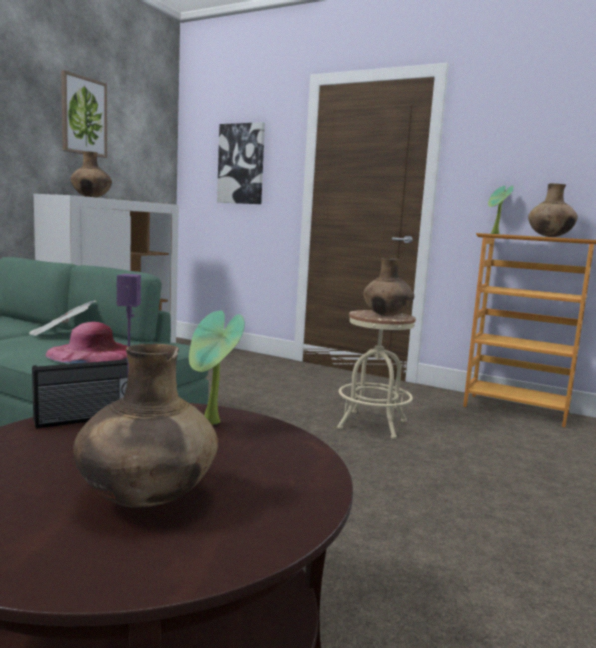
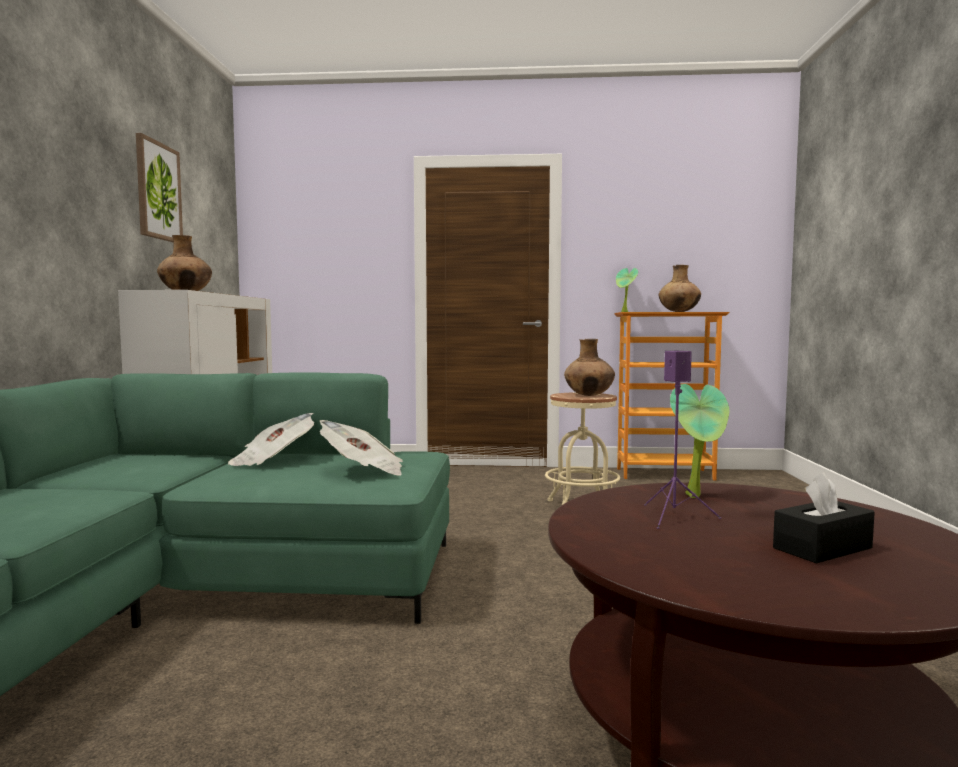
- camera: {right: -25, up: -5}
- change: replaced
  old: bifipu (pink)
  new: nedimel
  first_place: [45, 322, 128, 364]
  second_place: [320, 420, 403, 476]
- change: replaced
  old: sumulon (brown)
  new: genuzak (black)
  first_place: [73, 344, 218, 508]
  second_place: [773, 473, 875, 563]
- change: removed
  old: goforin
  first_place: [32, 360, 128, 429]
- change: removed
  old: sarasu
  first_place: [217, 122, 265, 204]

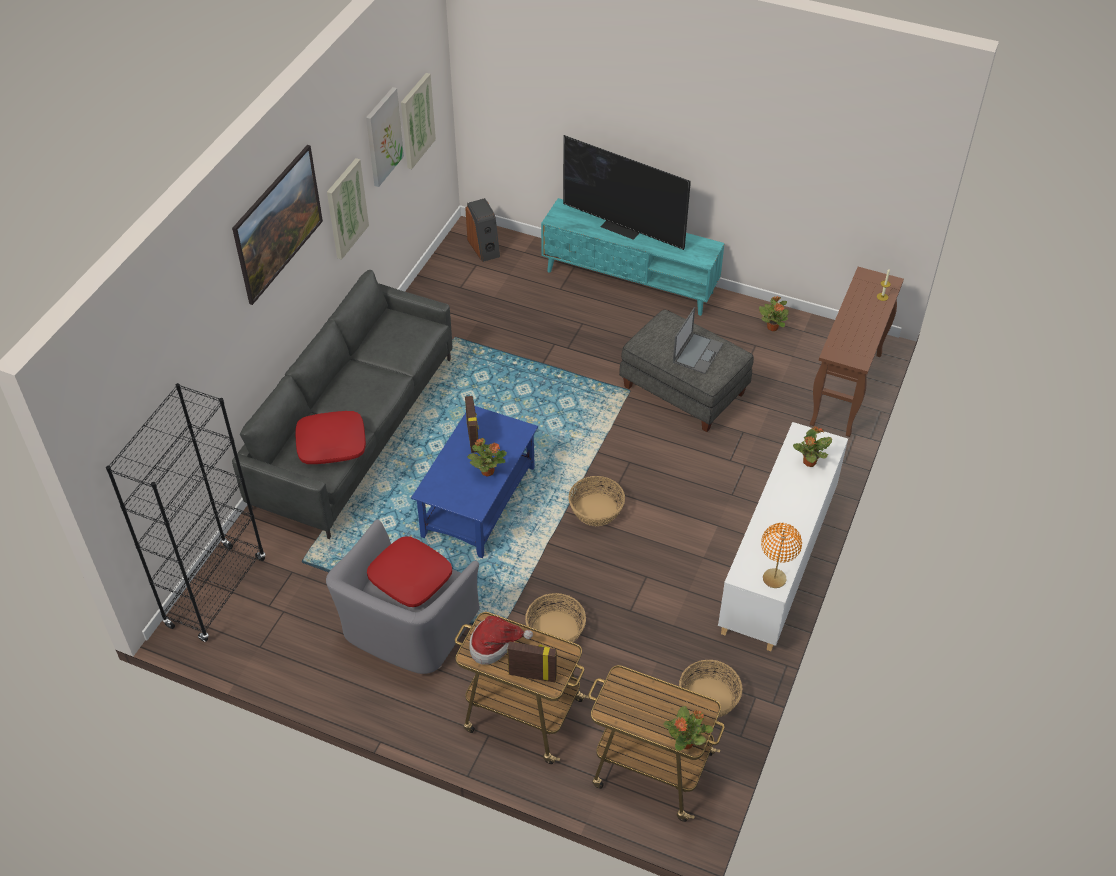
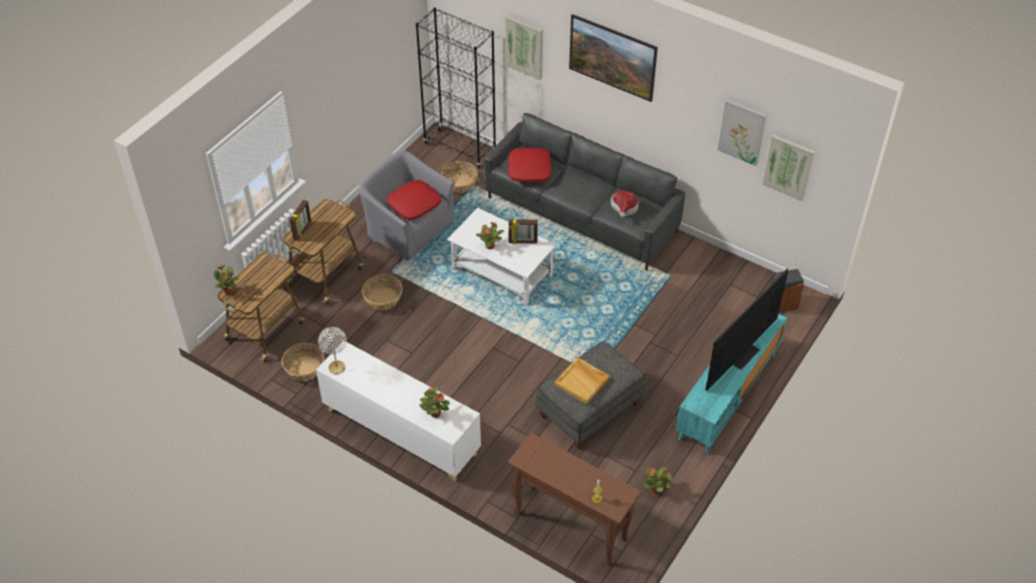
- camera: {right: 100, up: 0}
- change: recoloured
  old: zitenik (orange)
  new: zitenik (white)
  first_place: [761, 523, 802, 588]
  second_place: [318, 327, 347, 374]
- change: moved
  old: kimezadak
  first_place: [569, 476, 625, 526]
  second_place: [441, 161, 478, 193]
- change: recoloured
  old: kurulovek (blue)
  new: kurulovek (white)
  first_place: [411, 406, 538, 558]
  second_place: [447, 208, 556, 306]
- change: moved
  old: sarasu
  first_place: [327, 158, 369, 260]
  second_place: [505, 16, 543, 80]
- change: replaced
  old: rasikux
  new: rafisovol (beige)
  first_place: [673, 307, 723, 374]
  second_place: [554, 357, 610, 404]
- change: moved
  old: bifipu
  first_place: [469, 616, 533, 665]
  second_place: [611, 190, 639, 218]

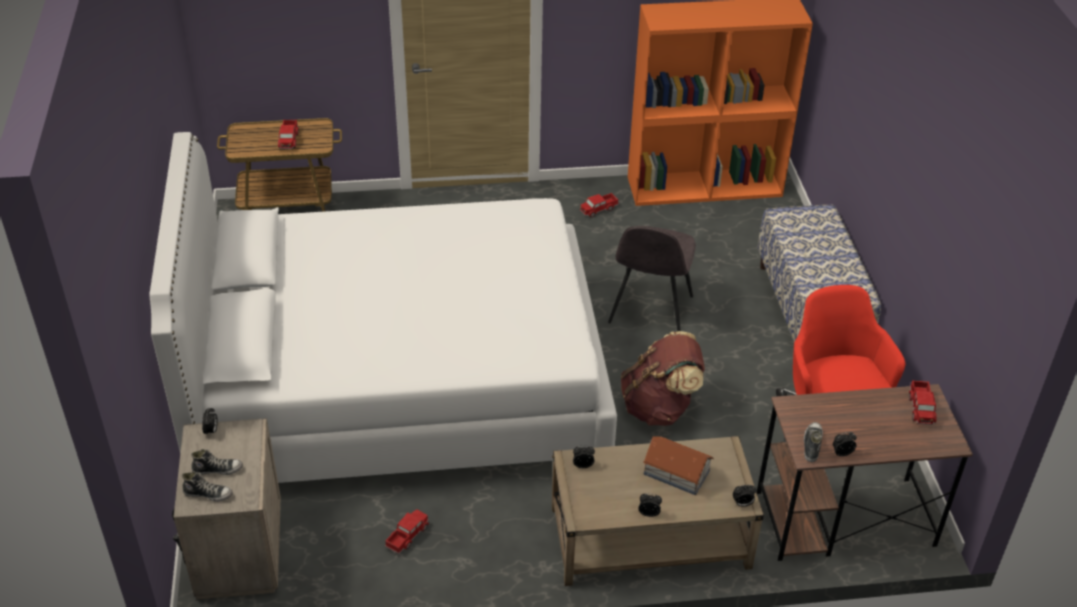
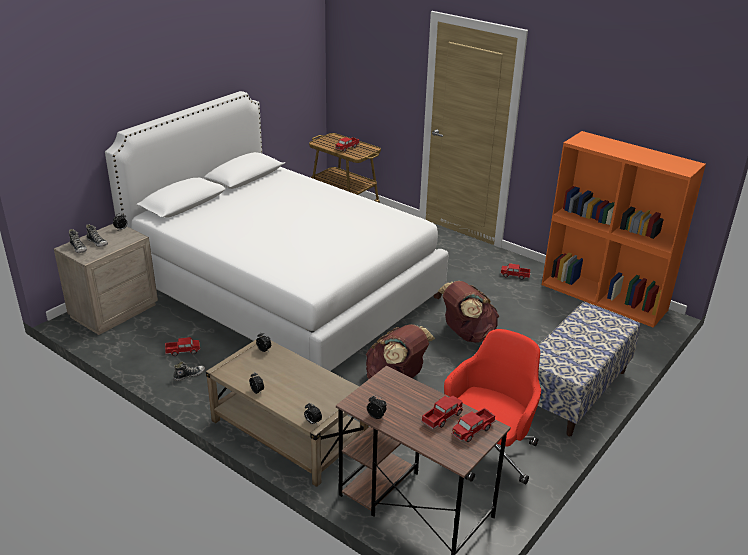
- camera: {right: 45, up: -10}
- change: moved
  old: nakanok
  first_place: [804, 422, 823, 462]
  second_place: [173, 362, 205, 381]
- change: added
  new: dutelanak
  second_place: [421, 396, 463, 430]
- change: replaced
  old: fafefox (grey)
  new: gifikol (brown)
  first_place: [608, 226, 696, 332]
  second_place: [438, 281, 499, 343]
- change: removed
  old: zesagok
  first_place: [643, 436, 714, 495]

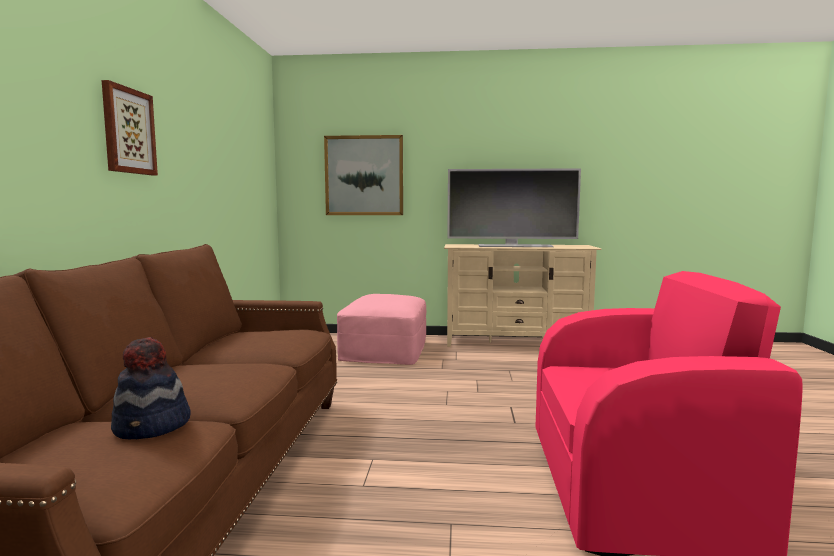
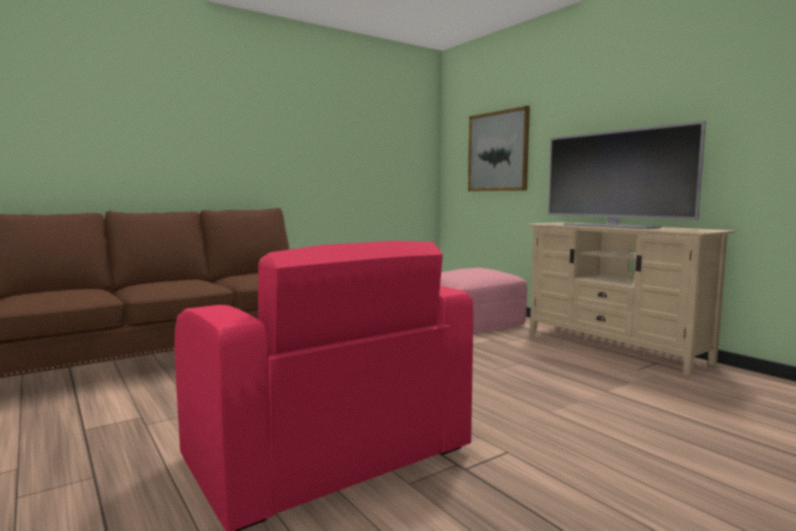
- camera: {right: 50, up: 0}
- change: removed
  old: sarasu
  first_place: [102, 80, 158, 175]
- change: removed
  old: bifipu
  first_place: [111, 337, 191, 439]

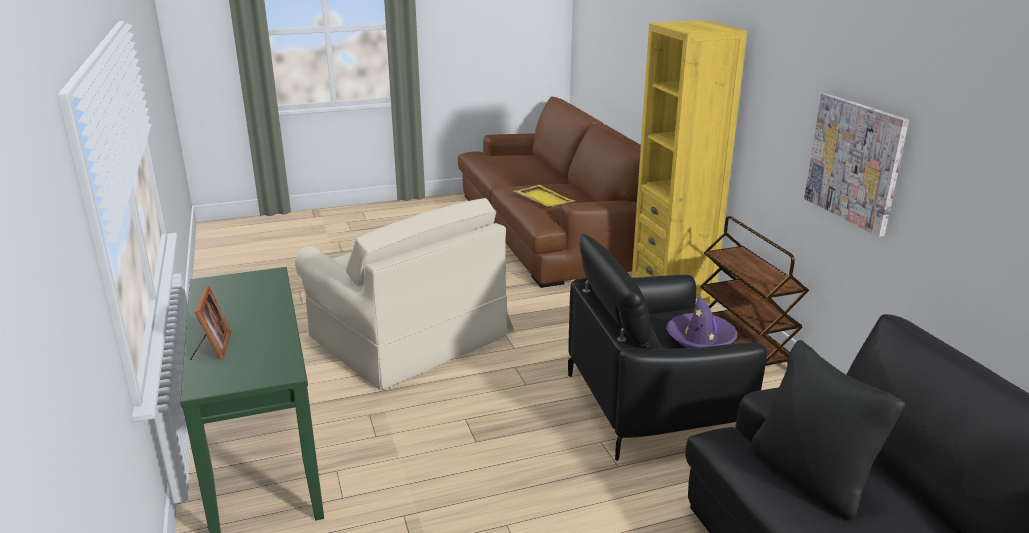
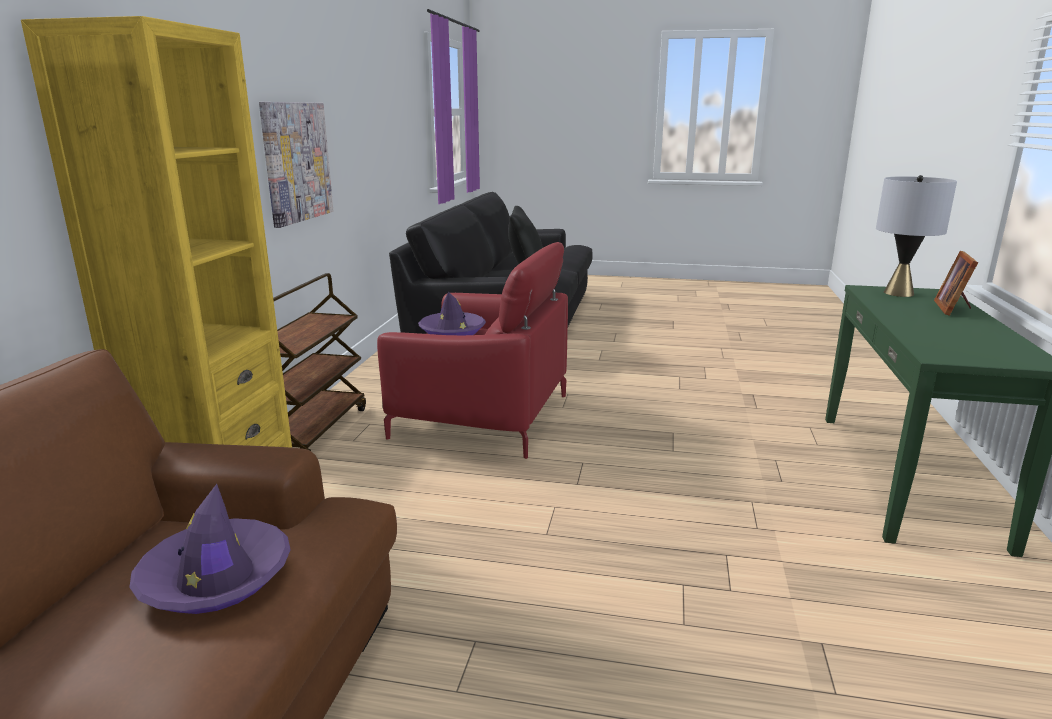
- camera: {right: -150, up: -5}
- change: replaced
  old: rafisovol (yellow)
  new: bifipu (purple)
  first_place: [514, 185, 575, 208]
  second_place: [129, 484, 291, 614]
- change: recoloured
  old: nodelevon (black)
  new: nodelevon (red)
  first_place: [568, 233, 767, 461]
  second_place: [377, 242, 568, 459]
- change: added
  new: zitenik (grey)
  second_place: [876, 175, 957, 297]
- change: removed
  old: nodelevon (beige)
  first_place: [295, 198, 514, 391]

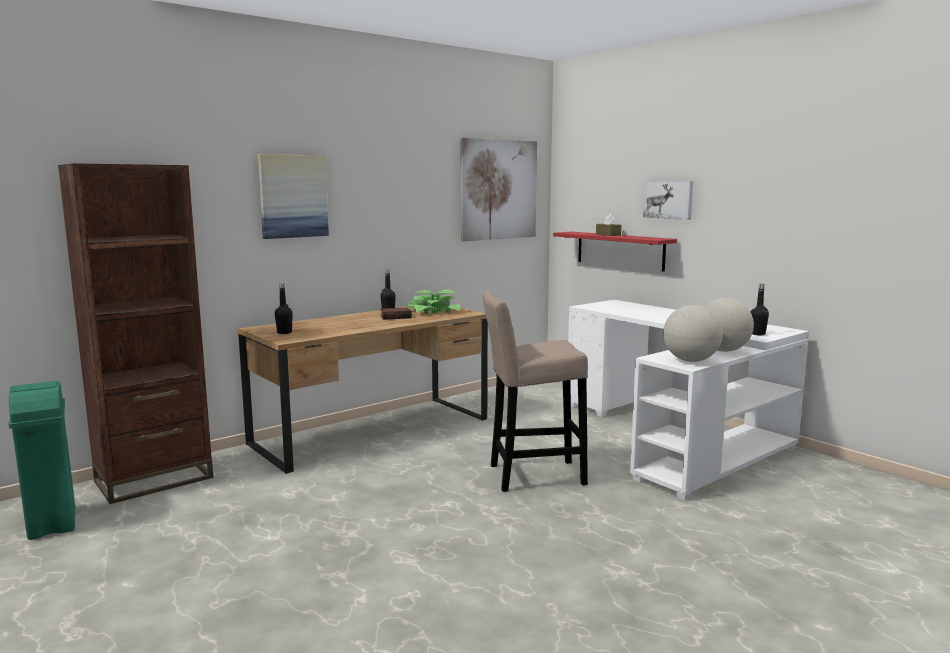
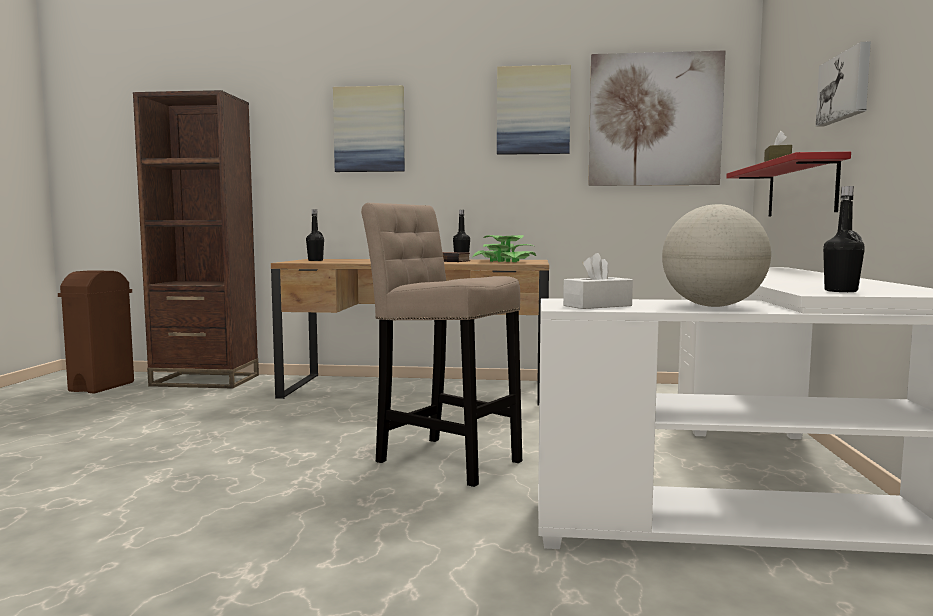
- camera: {right: 45, up: -5}
- change: recoloured
  old: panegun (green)
  new: panegun (brown)
  first_place: [8, 381, 75, 540]
  second_place: [58, 270, 134, 394]
- change: added
  new: sarasu
  second_place: [497, 65, 571, 155]
- change: replaced
  old: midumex
  new: genuzak (white)
  first_place: [663, 305, 723, 362]
  second_place: [563, 253, 633, 309]

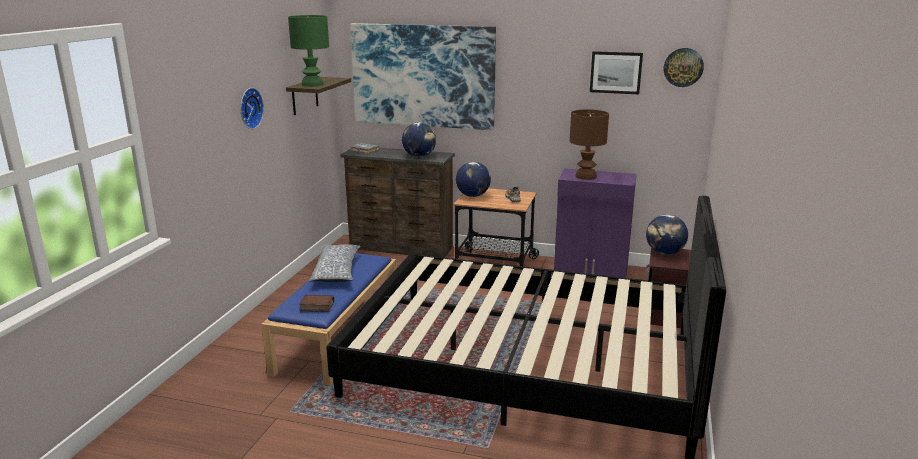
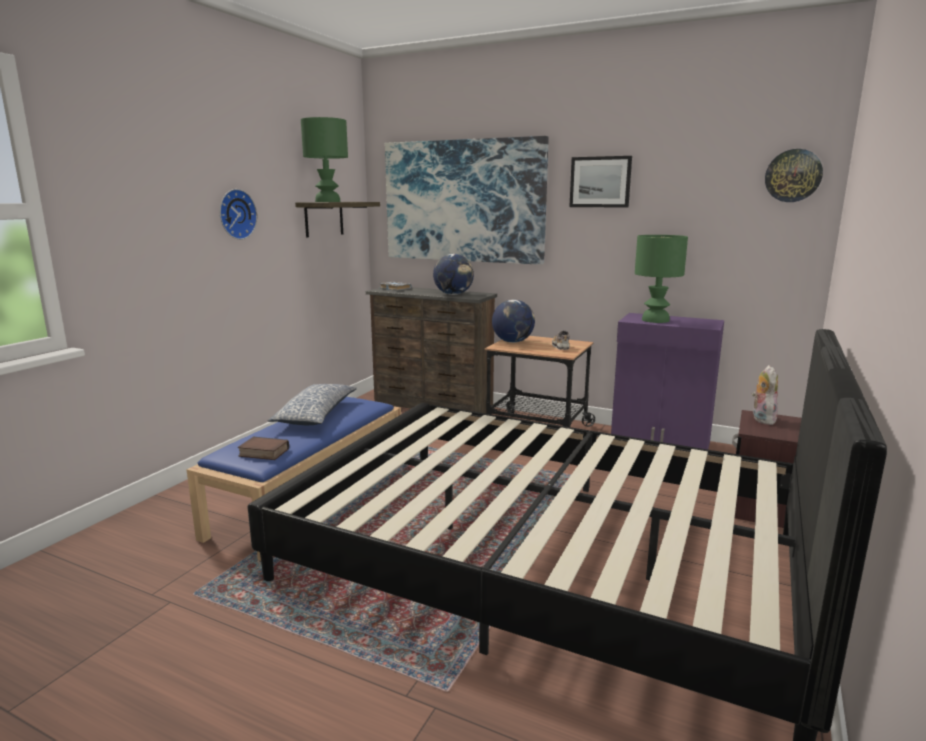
- camera: {right: 10, up: -5}
- change: moved
  old: sarasu
  first_place: [590, 51, 643, 94]
  second_place: [569, 156, 632, 208]
- change: recoloured
  old: zitenik (brown)
  new: zitenik (green)
  first_place: [569, 109, 609, 180]
  second_place: [635, 235, 688, 323]
- change: replaced
  old: midumex
  new: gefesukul
  first_place: [646, 214, 688, 255]
  second_place: [752, 365, 778, 425]

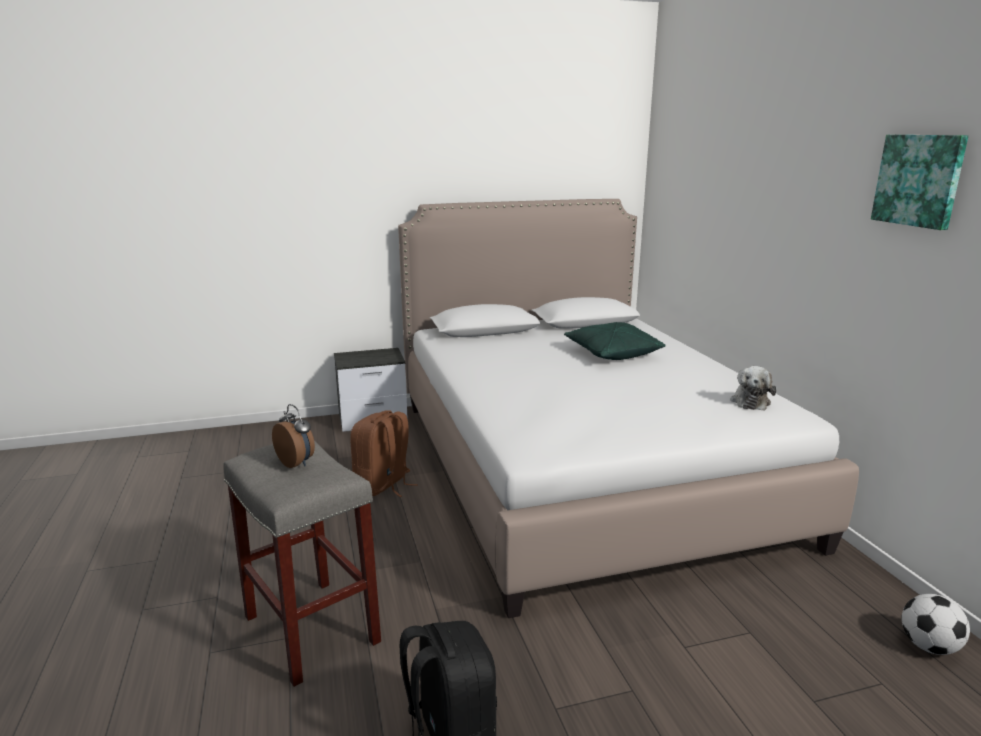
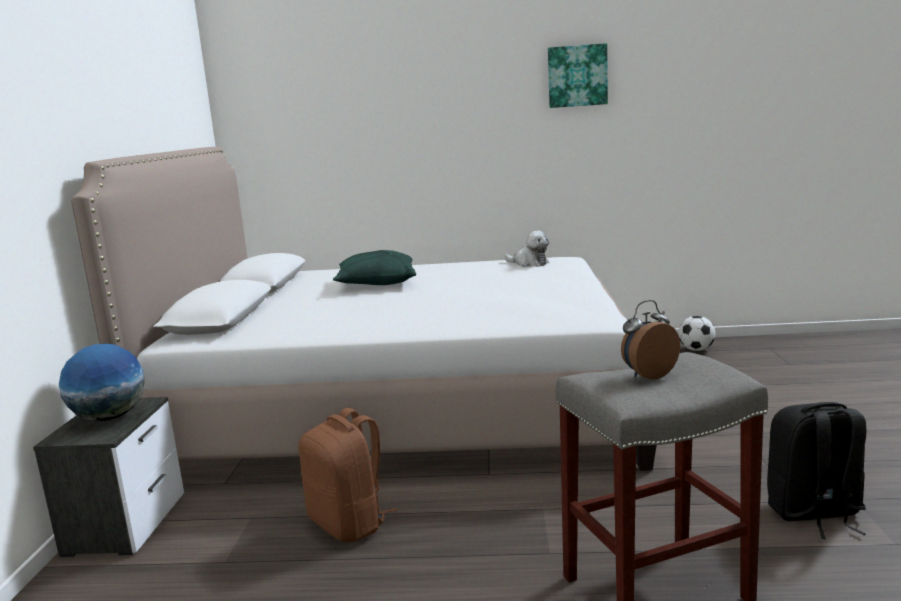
- camera: {right: -70, up: -5}
- change: added
  new: midumex
  second_place: [59, 344, 145, 421]

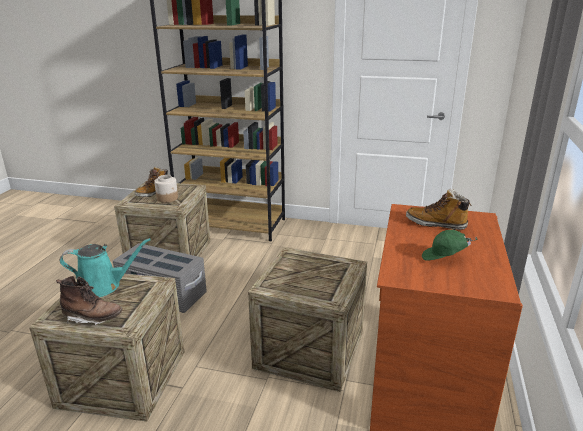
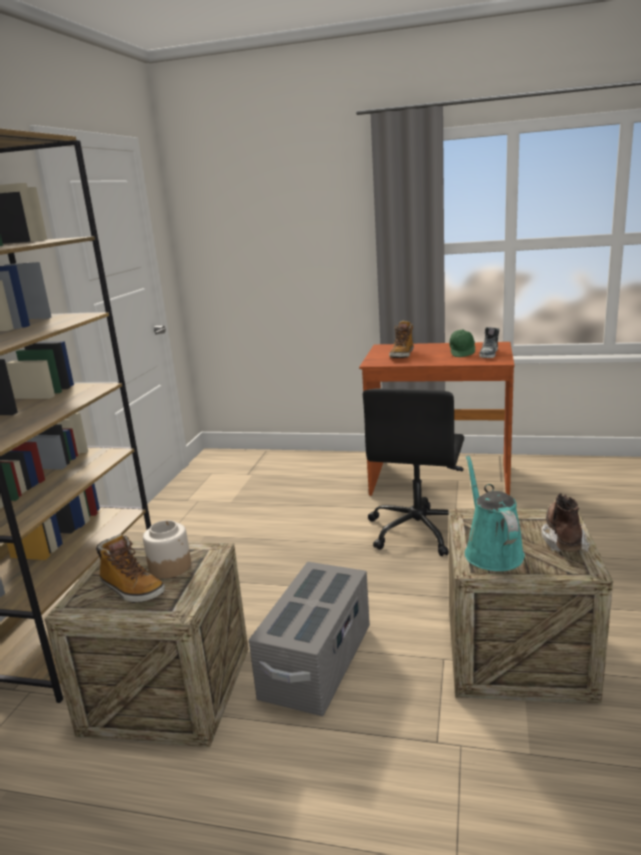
- camera: {right: -90, up: -5}
- change: replaced
  old: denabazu
  new: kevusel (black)
  first_place: [248, 247, 367, 392]
  second_place: [363, 388, 464, 556]
- change: added
  new: nakanok
  second_place: [479, 327, 499, 358]

